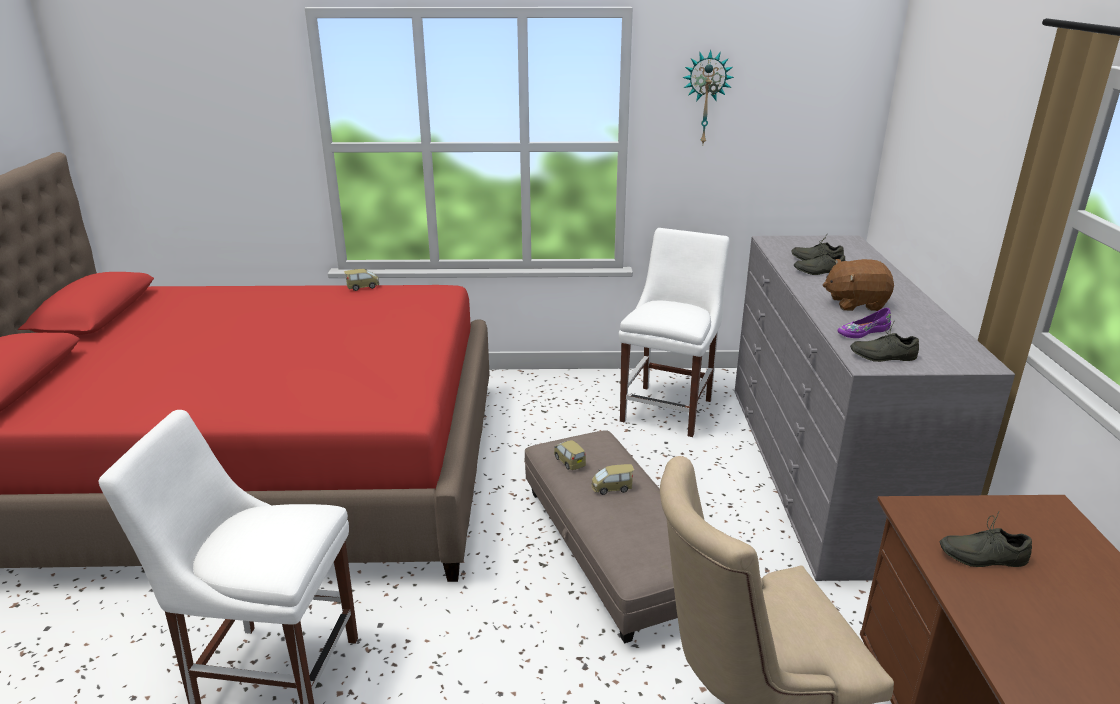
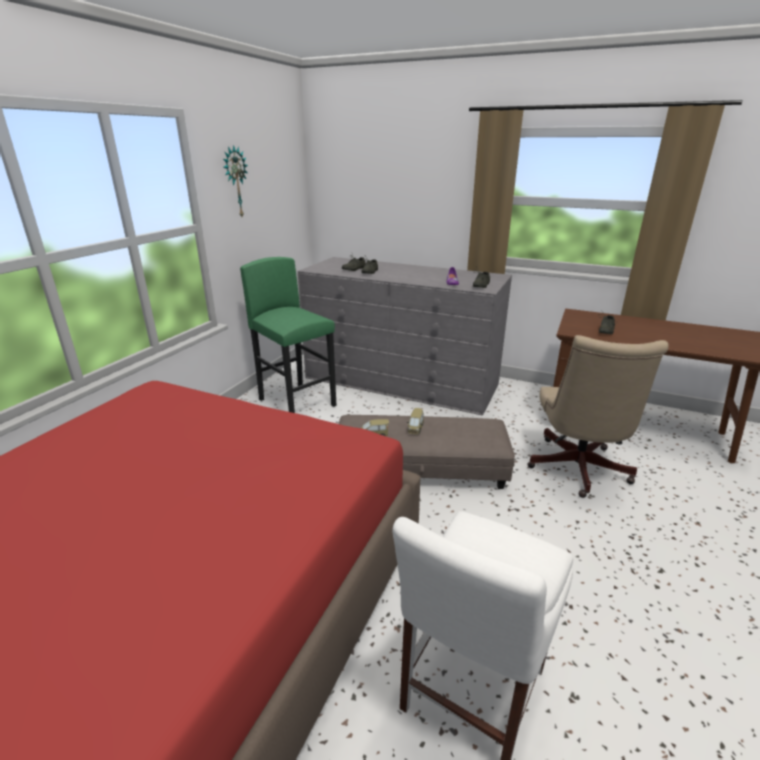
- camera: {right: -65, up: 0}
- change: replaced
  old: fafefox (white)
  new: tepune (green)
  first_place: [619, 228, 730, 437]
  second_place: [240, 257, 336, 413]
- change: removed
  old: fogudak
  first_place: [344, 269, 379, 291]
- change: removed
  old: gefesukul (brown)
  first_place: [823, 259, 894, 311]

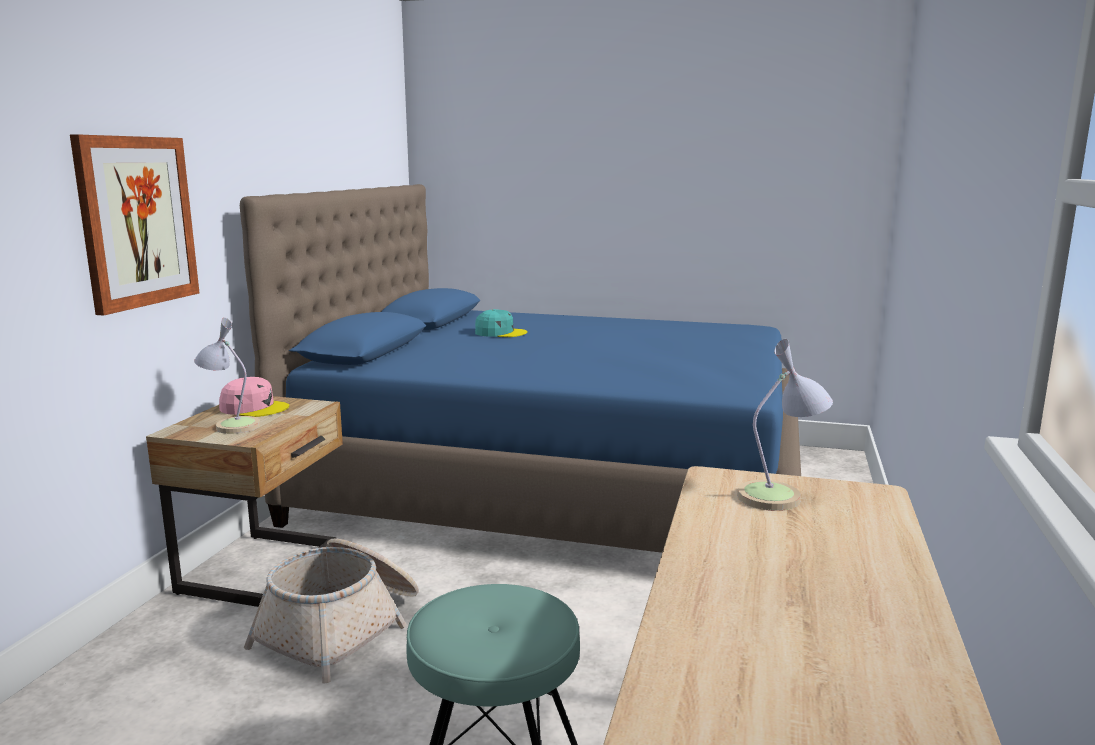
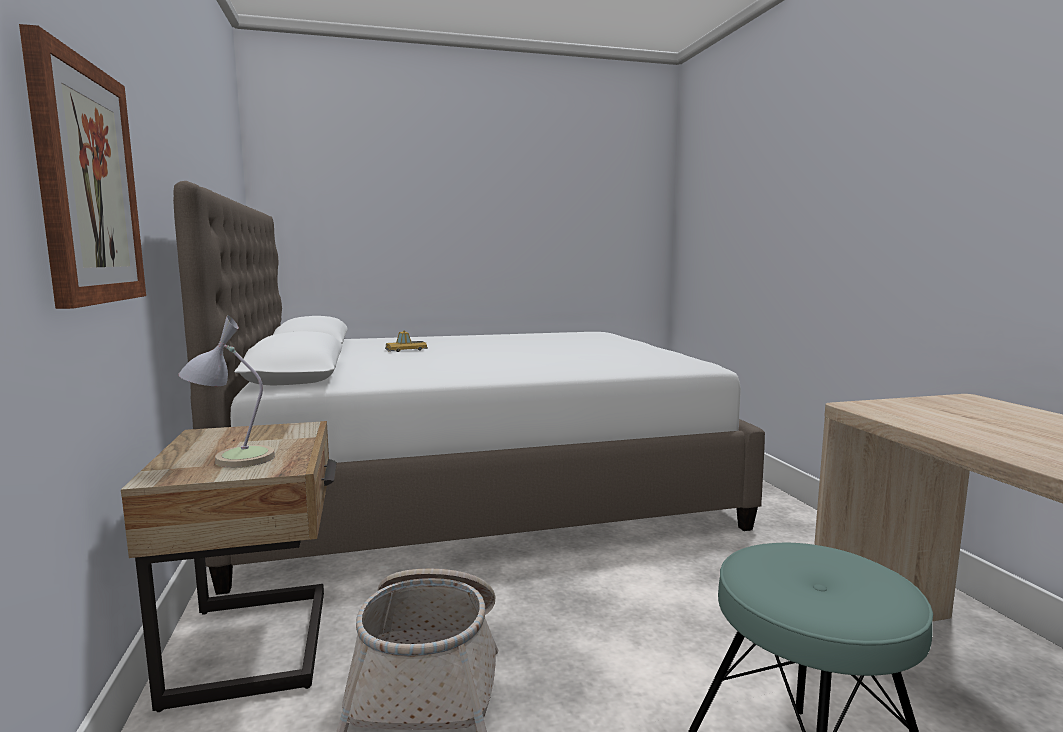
- camera: {right: -30, up: -5}
- change: recoloured
  old: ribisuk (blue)
  new: ribisuk (white)
  first_place: [240, 184, 801, 553]
  second_place: [173, 181, 765, 595]
- change: replaced
  old: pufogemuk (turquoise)
  new: fogudak
  first_place: [475, 309, 527, 337]
  second_place: [385, 330, 428, 352]
- change: removed
  old: pufogemuk (pink)
  first_place: [219, 377, 289, 417]
- change: removed
  old: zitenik
  first_place: [737, 339, 833, 511]

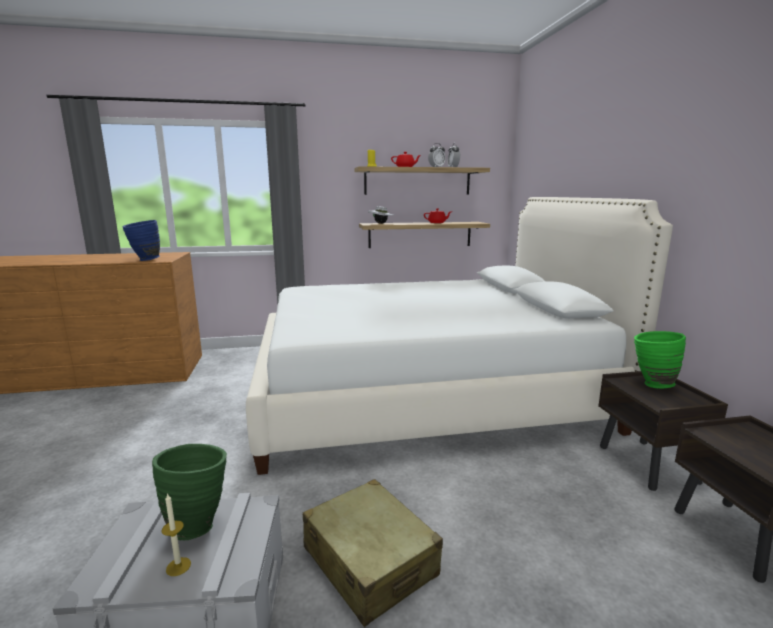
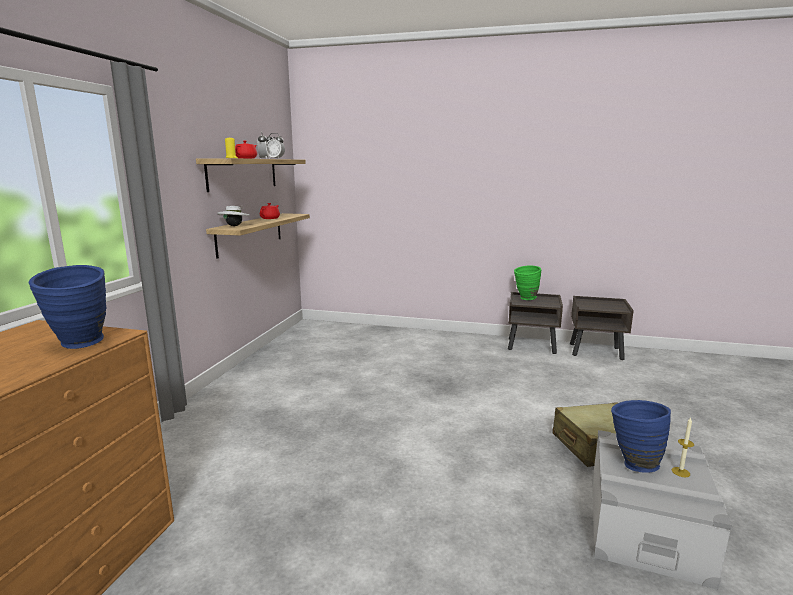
- camera: {right: -65, up: 0}
- change: recoloured
  old: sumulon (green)
  new: sumulon (blue)
  first_place: [152, 444, 227, 541]
  second_place: [611, 400, 671, 473]
- change: removed
  old: ribisuk (white)
  first_place: [246, 197, 673, 475]

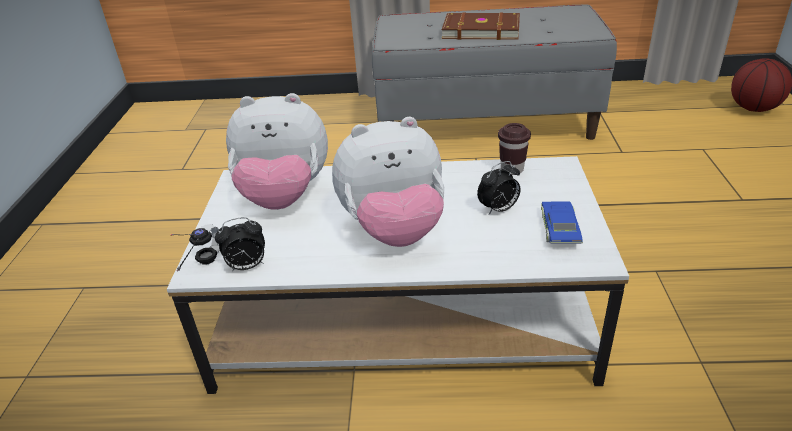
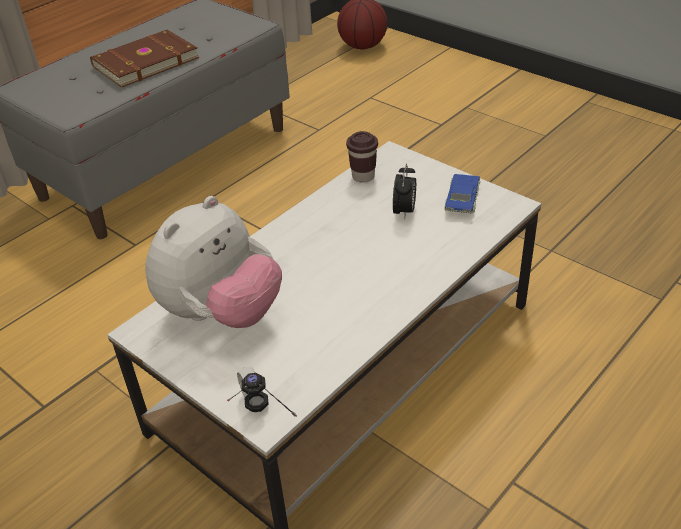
- camera: {right: -50, up: 5}
- change: turned
  old: fogudak (blue)
  first_place: [541, 202, 583, 244]
  second_place: [444, 174, 480, 213]
  degrees: 60
- change: removed
  old: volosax
  first_place: [215, 217, 265, 272]
- change: removed
  old: gefesukul
  first_place: [332, 117, 445, 247]

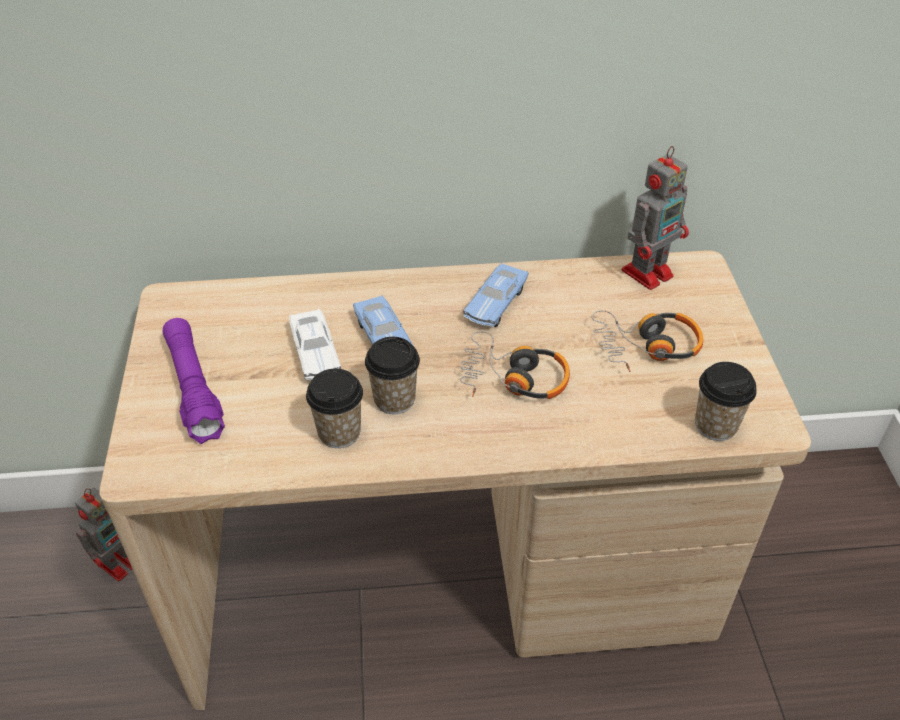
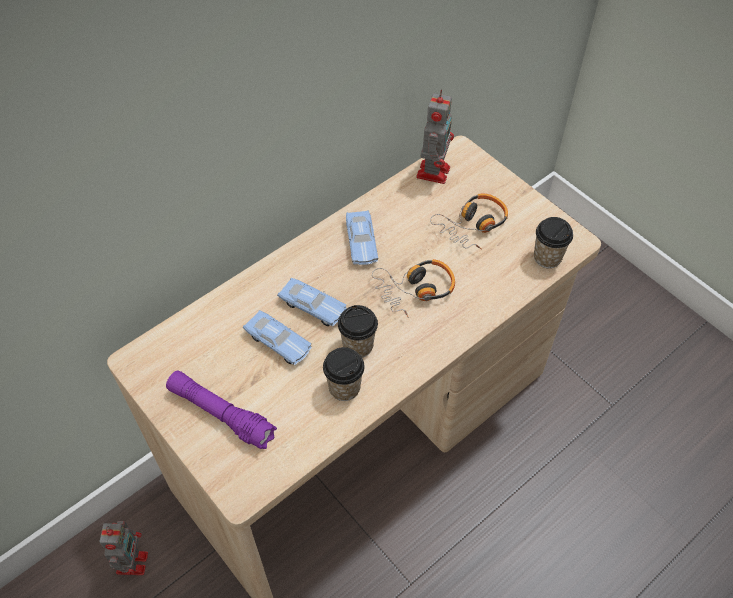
- camera: {right: -35, up: 10}
- change: recoloured
  old: fogudak (white)
  new: fogudak (blue)
  first_place: [289, 309, 341, 380]
  second_place: [243, 310, 312, 365]

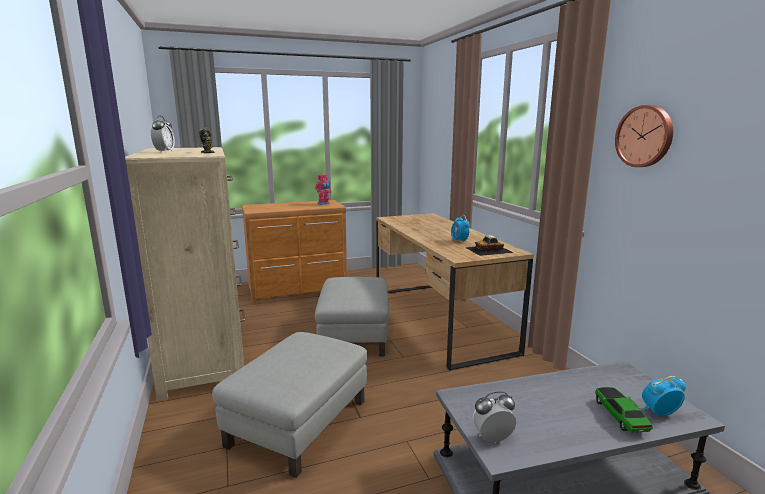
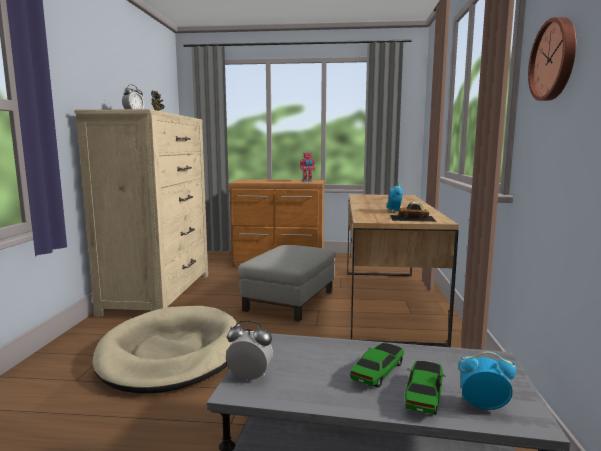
- camera: {right: 25, up: -5}
- change: replaced
  old: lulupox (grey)
  new: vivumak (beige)
  first_place: [212, 332, 367, 478]
  second_place: [92, 306, 240, 393]
- change: added
  new: fogudak
  second_place: [350, 343, 404, 388]

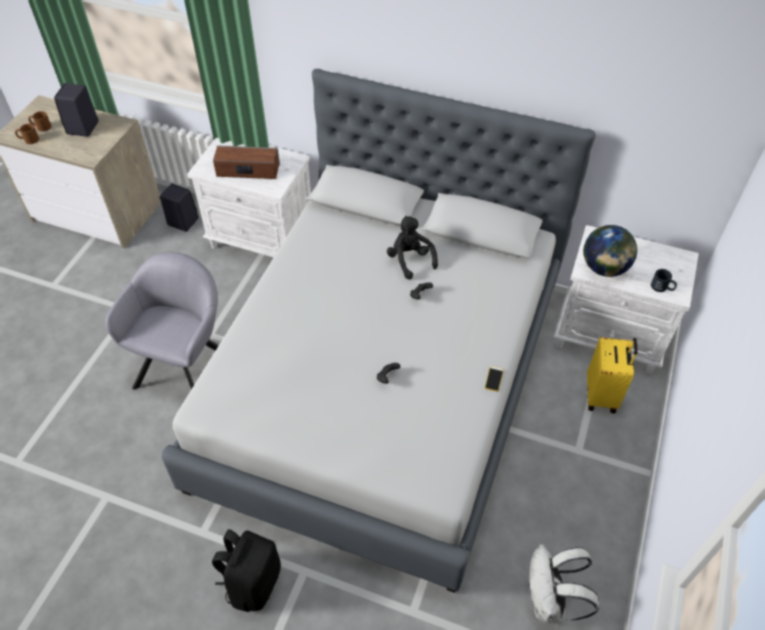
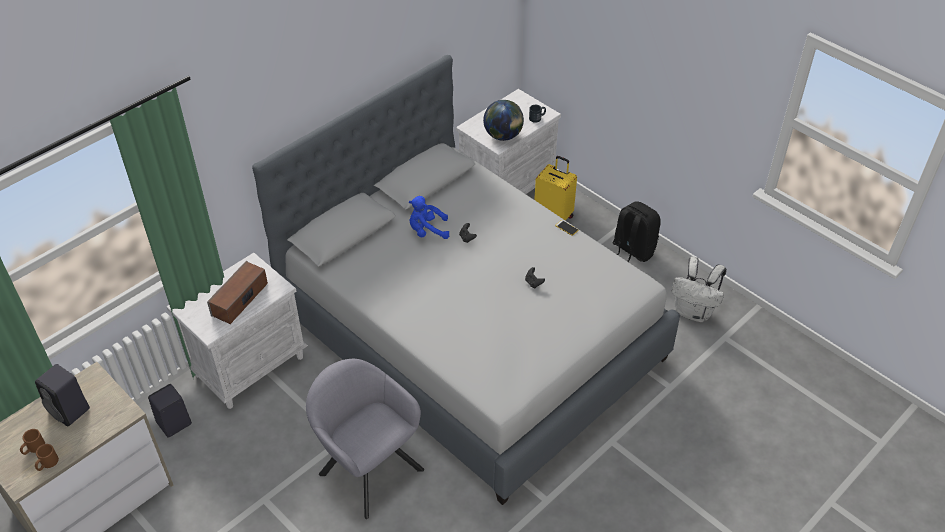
- camera: {right: -65, up: -5}
- change: recoloured
  old: gefesukul (black)
  new: gefesukul (blue)
  first_place: [387, 216, 438, 280]
  second_place: [409, 196, 449, 239]
- change: moved
  old: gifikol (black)
  first_place: [212, 529, 281, 612]
  second_place: [613, 201, 661, 262]

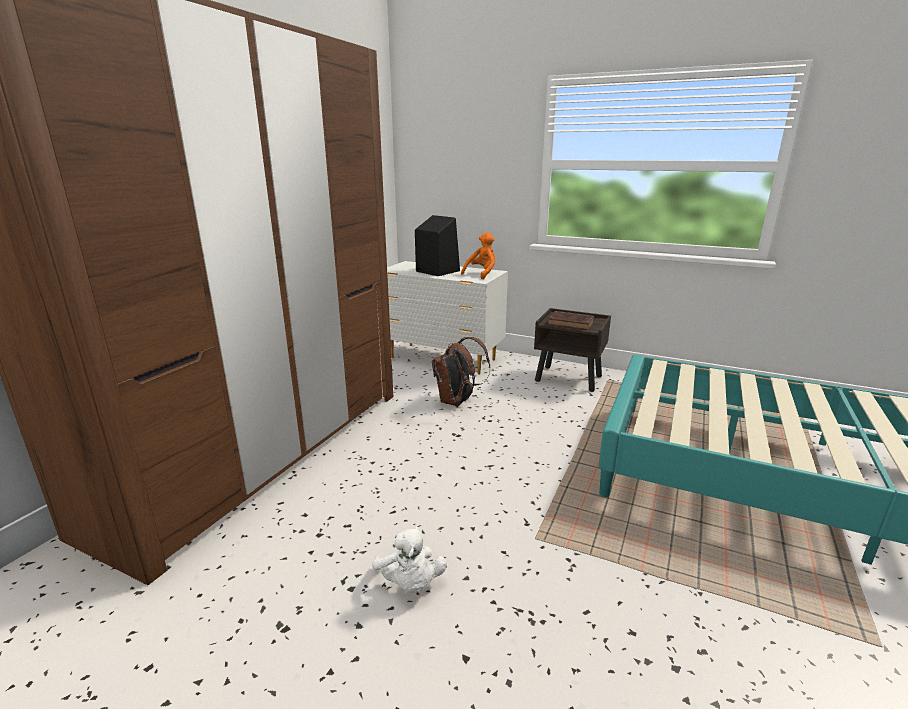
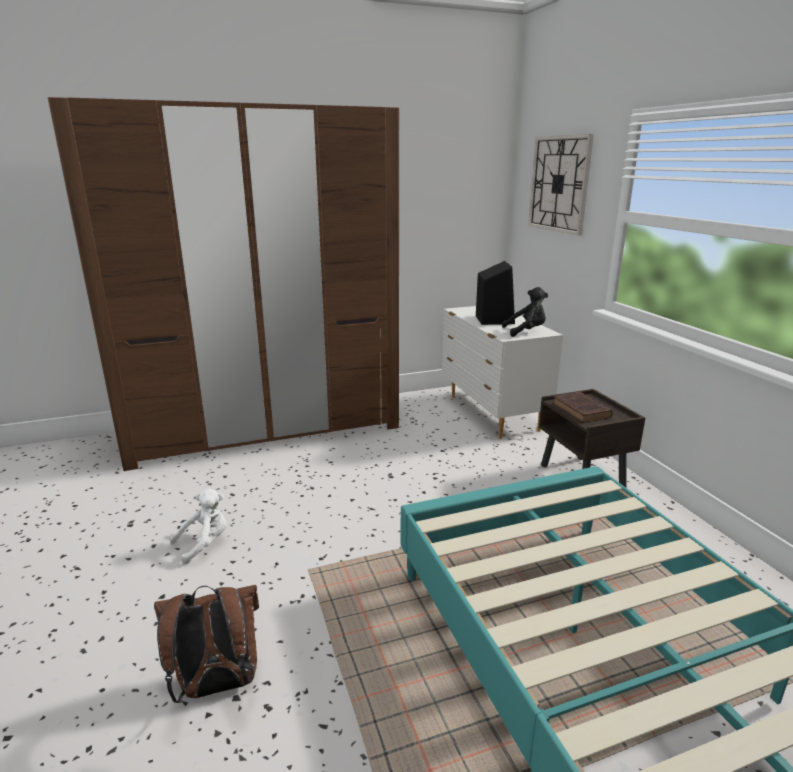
- camera: {right: 45, up: 0}
- change: moved
  old: gifikol (brown)
  first_place: [432, 337, 490, 406]
  second_place: [154, 585, 259, 703]
- change: turned
  old: gefesukul (white)
  first_place: [372, 527, 447, 593]
  second_place: [170, 488, 227, 565]
  degrees: -150
- change: recoloured
  old: gefesukul (orange)
  new: gefesukul (black)
  first_place: [461, 232, 495, 279]
  second_place: [502, 287, 548, 337]
- change: added
  new: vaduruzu
  second_place: [528, 134, 594, 236]

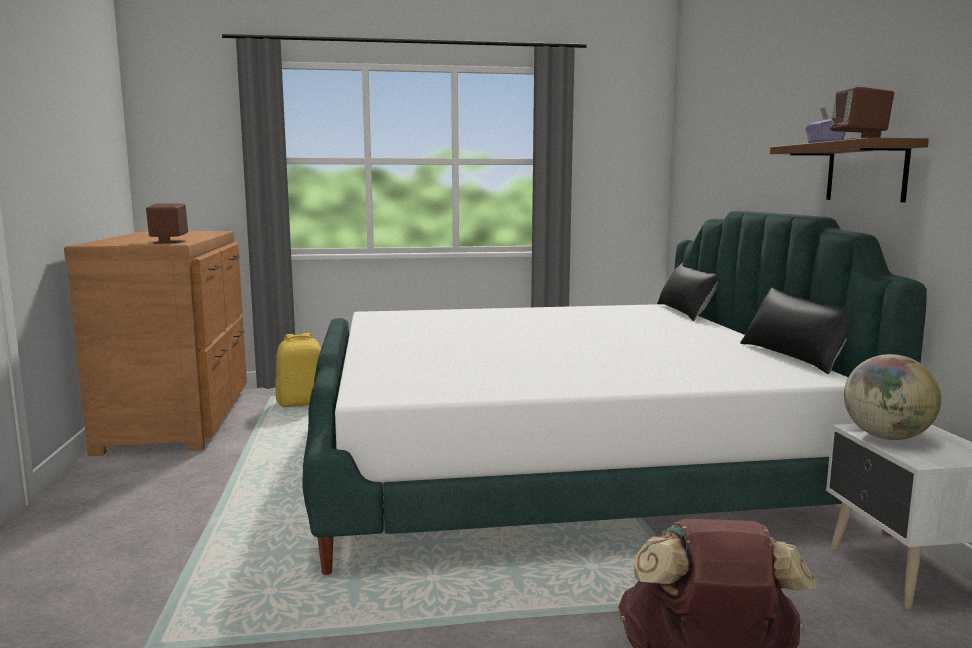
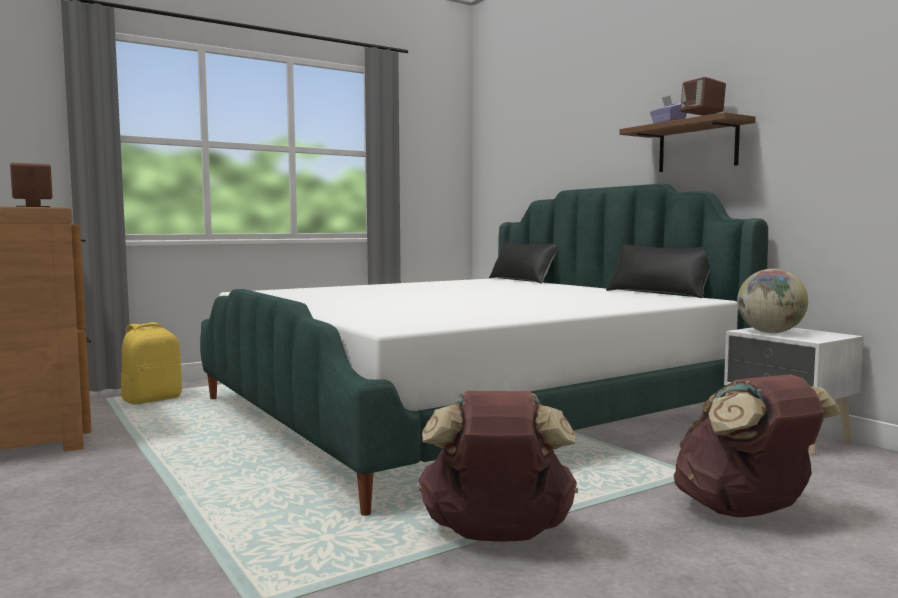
- camera: {right: -25, up: -5}
- change: added
  new: gifikol (brown)
  second_place: [418, 391, 578, 542]

